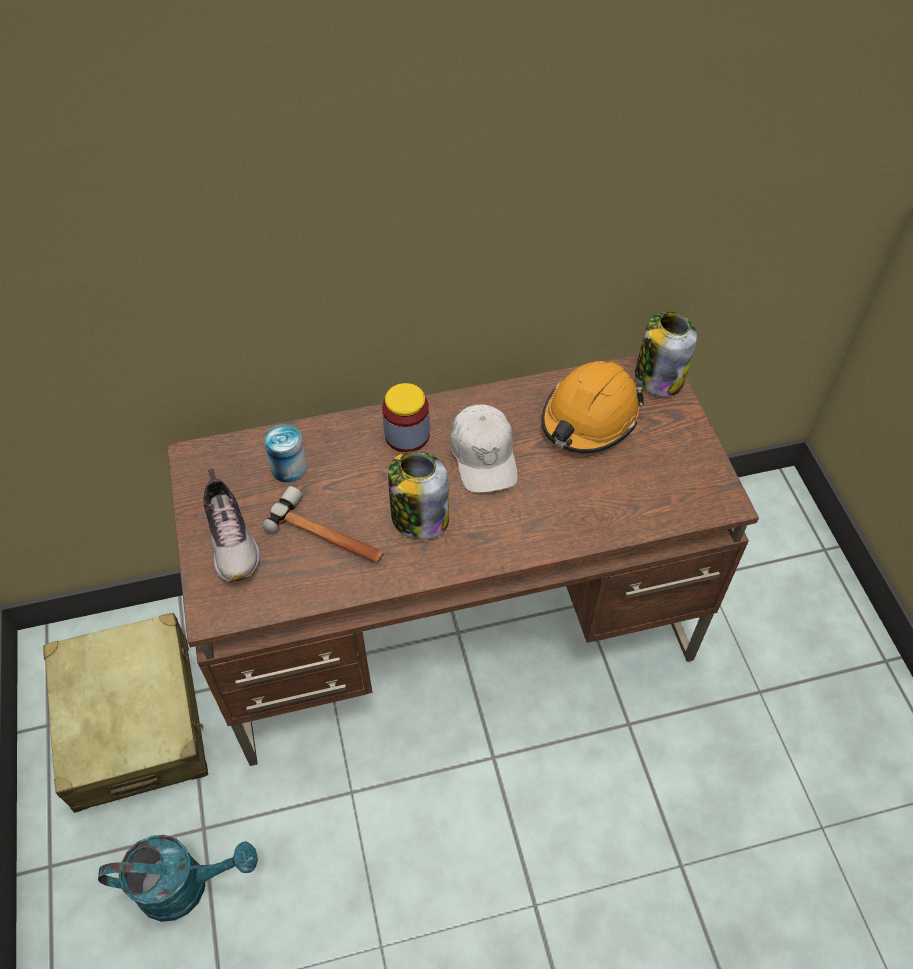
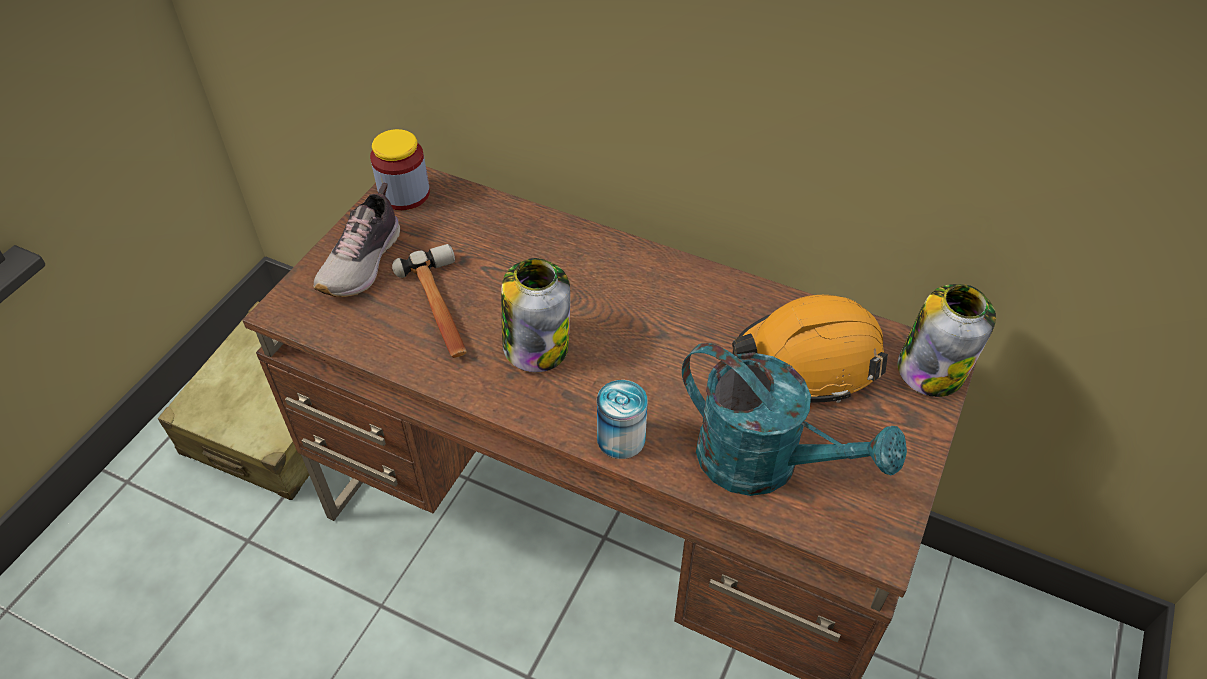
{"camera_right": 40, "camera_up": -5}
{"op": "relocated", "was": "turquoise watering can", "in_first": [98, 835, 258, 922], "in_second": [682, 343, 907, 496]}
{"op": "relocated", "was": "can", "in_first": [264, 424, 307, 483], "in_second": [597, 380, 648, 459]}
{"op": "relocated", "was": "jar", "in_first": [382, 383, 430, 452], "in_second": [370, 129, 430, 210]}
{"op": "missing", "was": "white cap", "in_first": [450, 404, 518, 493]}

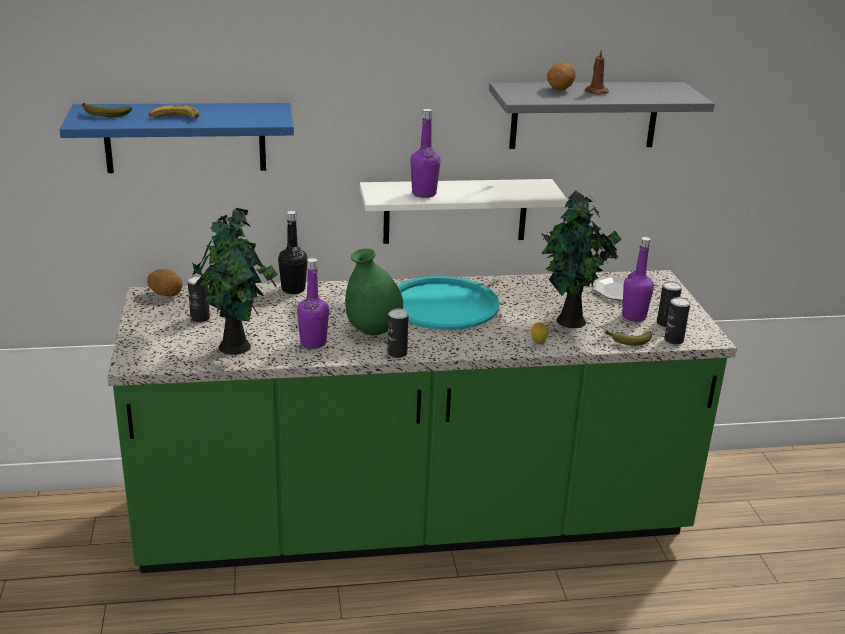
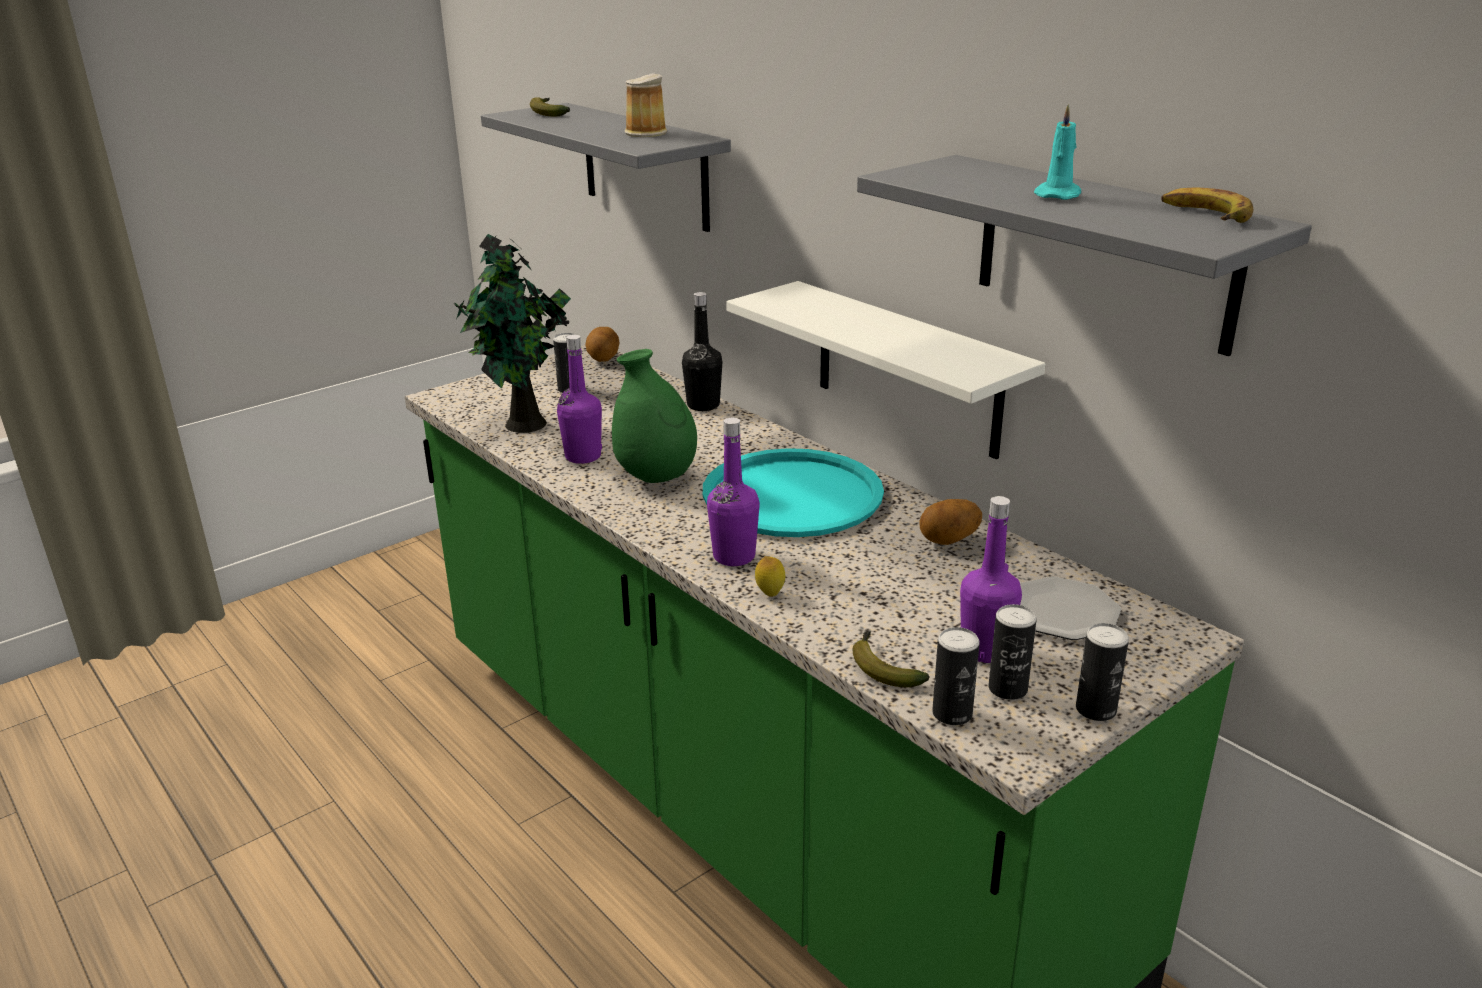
{"camera_right": 60, "camera_up": 0}
{"op": "colour", "was": "blue shelf", "now": "grey shelf", "in_first": [59, 103, 294, 173], "in_second": [481, 103, 731, 232]}
{"op": "relocated", "was": "banana", "in_first": [149, 105, 199, 119], "in_second": [1161, 188, 1253, 223]}
{"op": "relocated", "was": "can", "in_first": [387, 308, 409, 358], "in_second": [1076, 623, 1129, 721]}
{"op": "relocated", "was": "purple bottle", "in_first": [410, 109, 441, 198], "in_second": [707, 418, 760, 566]}
{"op": "missing", "was": "potted plant", "in_first": [541, 190, 622, 328]}
{"op": "relocated", "was": "potato", "in_first": [547, 62, 576, 91], "in_second": [919, 499, 982, 545]}
{"op": "colour", "was": "brown candle", "now": "turquoise candle", "in_first": [585, 48, 609, 95], "in_second": [1034, 104, 1081, 200]}
{"op": "appeared", "now": "mug", "in_second": [625, 73, 667, 137]}

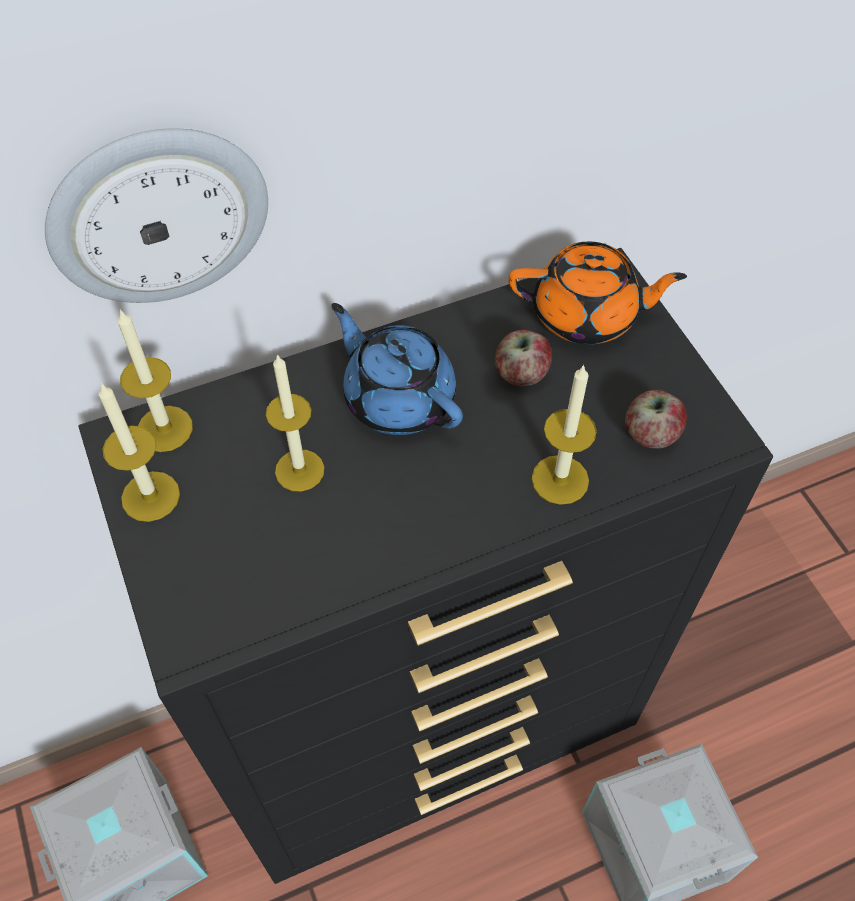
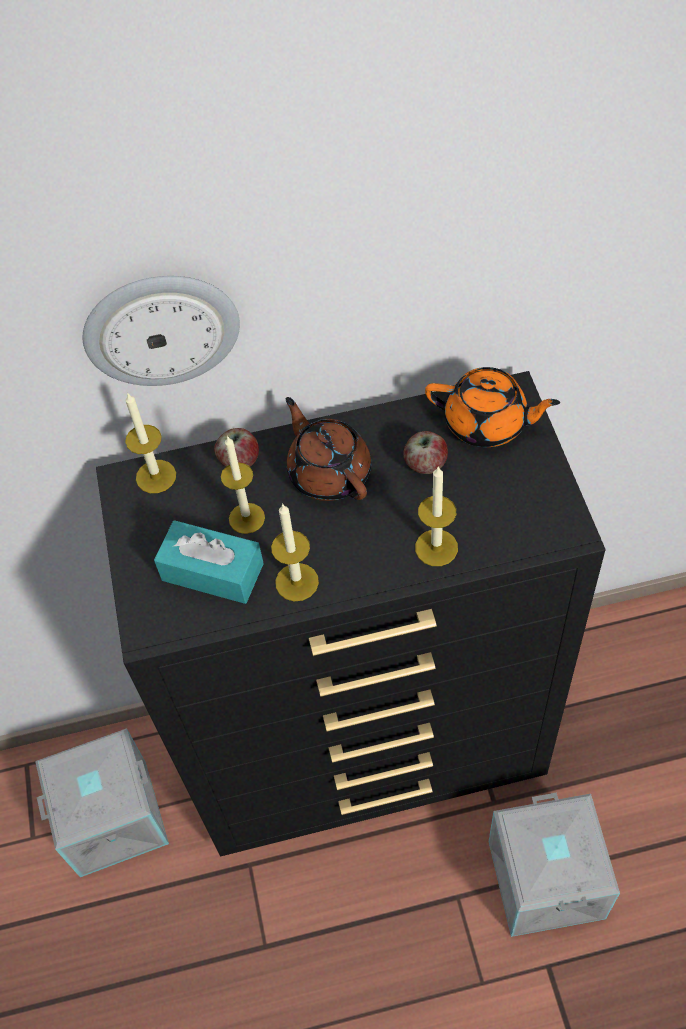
{"camera_right": 15, "camera_up": 0}
{"op": "relocated", "was": "candle", "in_first": [99, 382, 180, 522], "in_second": [271, 503, 319, 601]}
{"op": "colour", "was": "blue teapot", "now": "brown teapot", "in_first": [331, 303, 463, 435], "in_second": [286, 397, 371, 501]}
{"op": "relocated", "was": "apple", "in_first": [625, 390, 687, 449], "in_second": [214, 428, 259, 467]}
{"op": "appeared", "now": "turquoise tissue box", "in_second": [154, 520, 264, 604]}

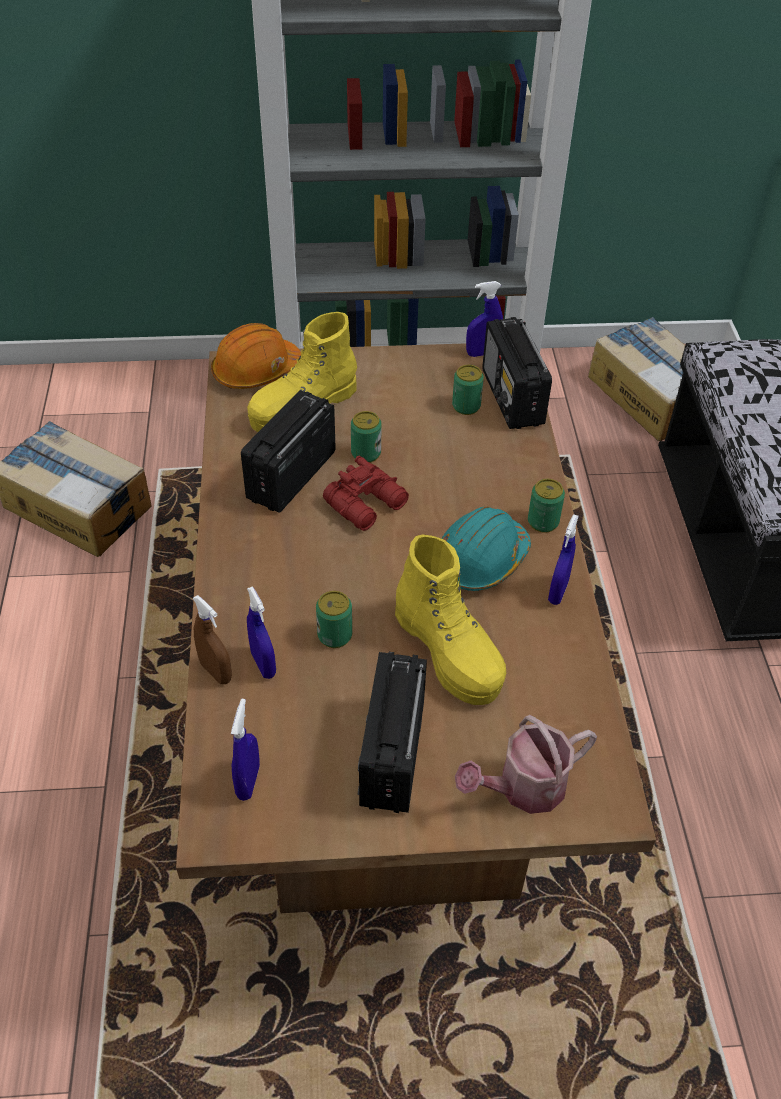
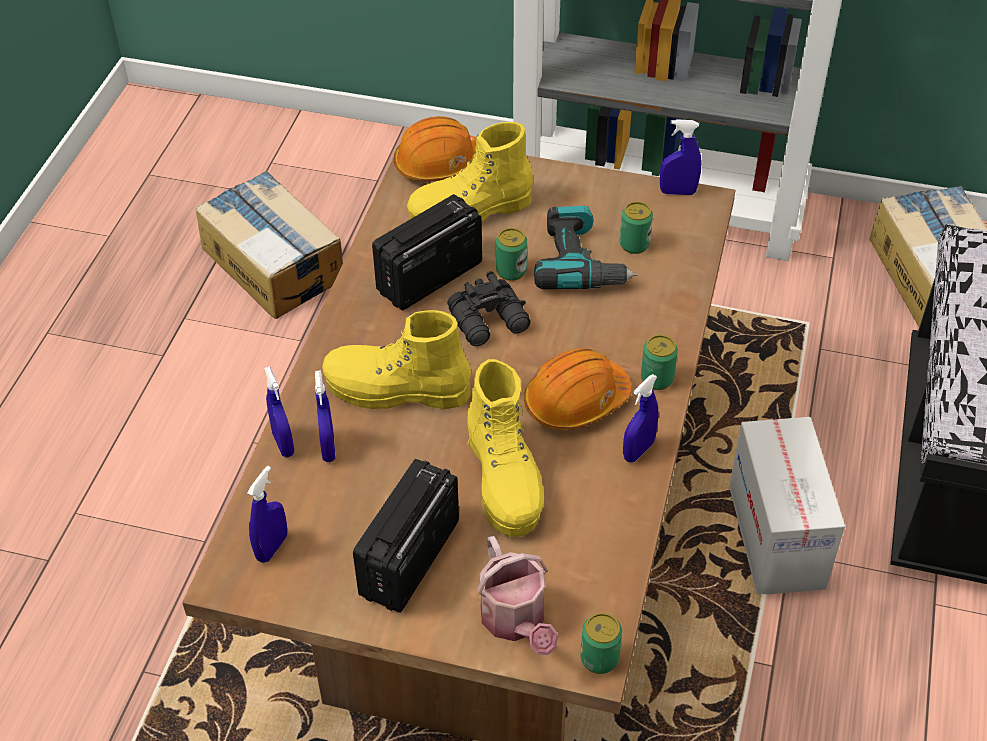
{"camera_right": 20, "camera_up": 0}
{"op": "colour", "was": "brown spray bottle", "now": "blue spray bottle", "in_first": [193, 595, 232, 684], "in_second": [264, 367, 294, 457]}
{"op": "relocated", "was": "can", "in_first": [316, 591, 352, 648], "in_second": [580, 613, 622, 674]}
{"op": "colour", "was": "red binoculars", "now": "black binoculars", "in_first": [323, 456, 409, 531], "in_second": [447, 271, 530, 346]}
{"op": "colour", "was": "turquoise hard hat", "now": "orange hard hat", "in_first": [441, 507, 531, 591], "in_second": [524, 348, 632, 430]}
{"op": "spun", "was": "watering can", "in_first": [455, 715, 597, 814], "in_second": [477, 536, 558, 655], "clockwise": -105}
{"op": "missing", "was": "radio", "in_first": [482, 317, 552, 429]}
{"op": "appeared", "now": "yellow boot", "in_second": [322, 310, 471, 409]}
{"op": "appeared", "now": "power drill", "in_second": [534, 206, 638, 289]}
{"op": "appeared", "now": "cardboard box", "in_second": [729, 417, 845, 595]}

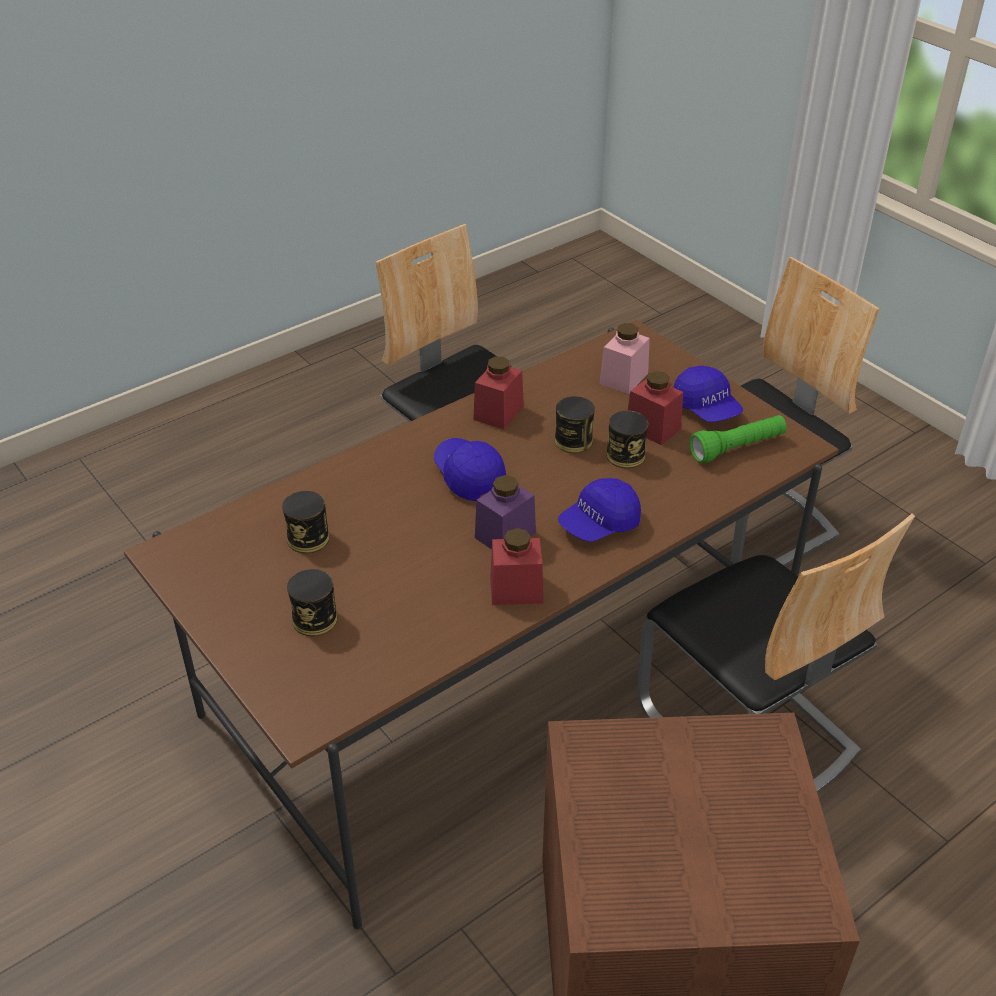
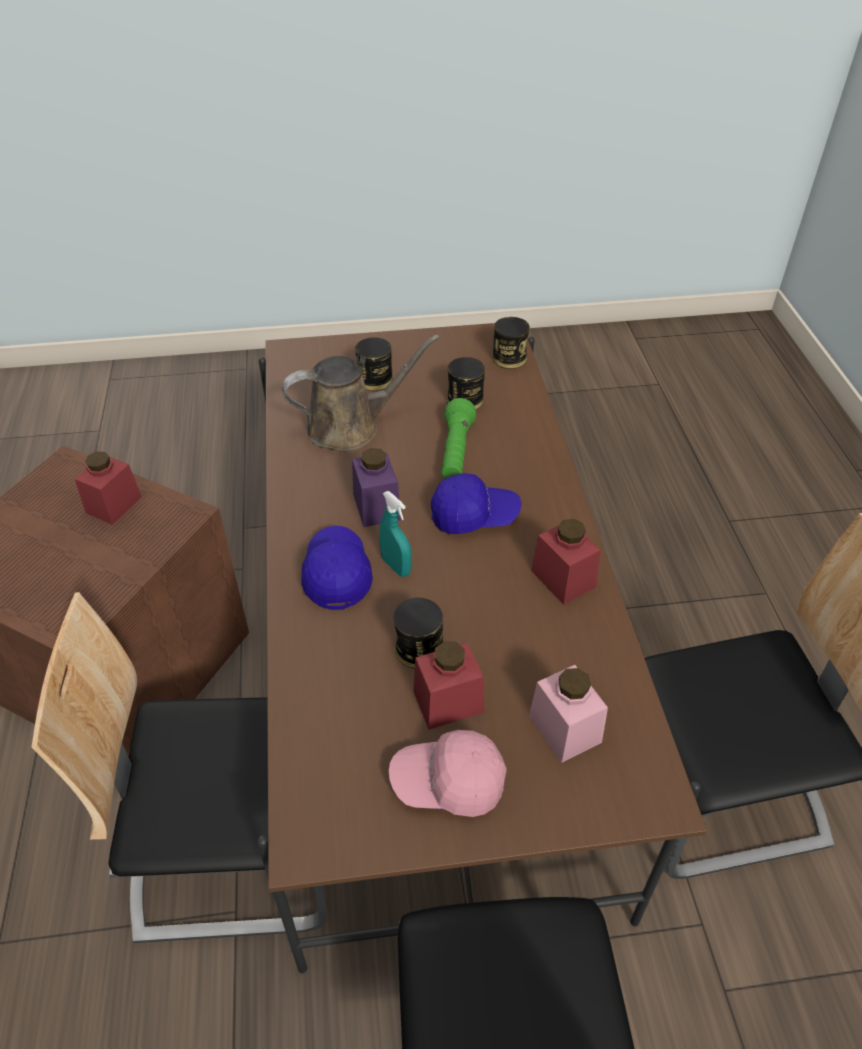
{"camera_right": 120, "camera_up": 5}
{"op": "relocated", "was": "red jar", "in_first": [490, 528, 543, 605], "in_second": [75, 452, 142, 525]}
{"op": "relocated", "was": "can", "in_first": [555, 396, 595, 453], "in_second": [493, 317, 530, 369]}
{"op": "colour", "was": "blue cap", "now": "pink cap", "in_first": [673, 365, 743, 422], "in_second": [389, 730, 507, 817]}
{"op": "relocated", "was": "green flashlight", "in_first": [690, 415, 787, 463], "in_second": [442, 398, 476, 478]}
{"op": "appeared", "now": "brown watering can", "in_second": [282, 335, 439, 451]}
{"op": "appeared", "now": "turquoise spray bottle", "in_second": [379, 491, 412, 577]}

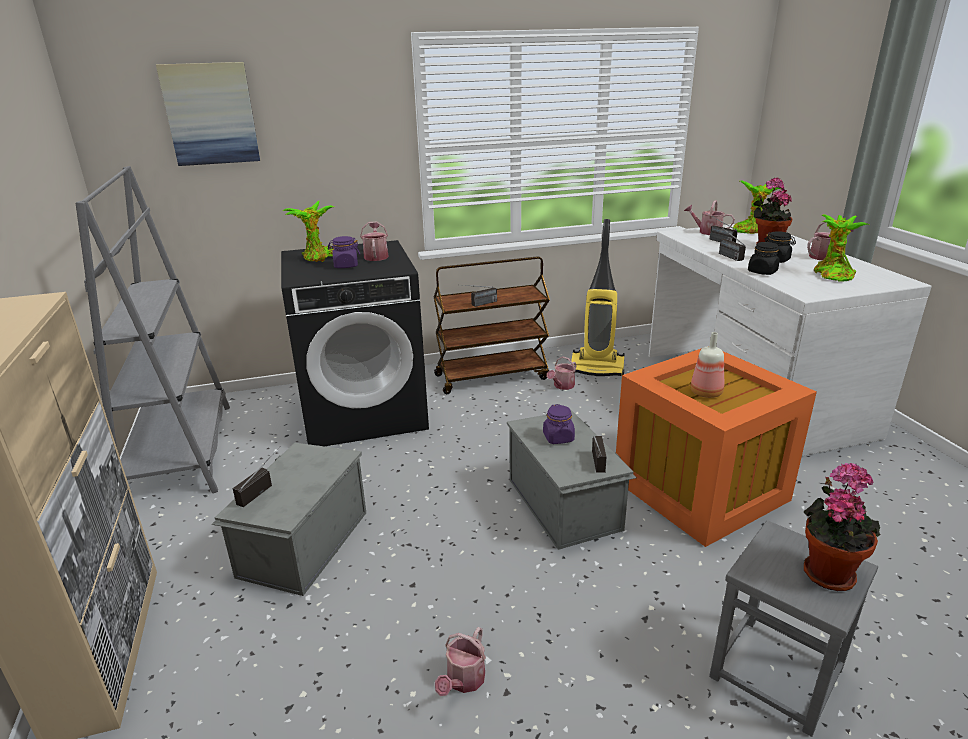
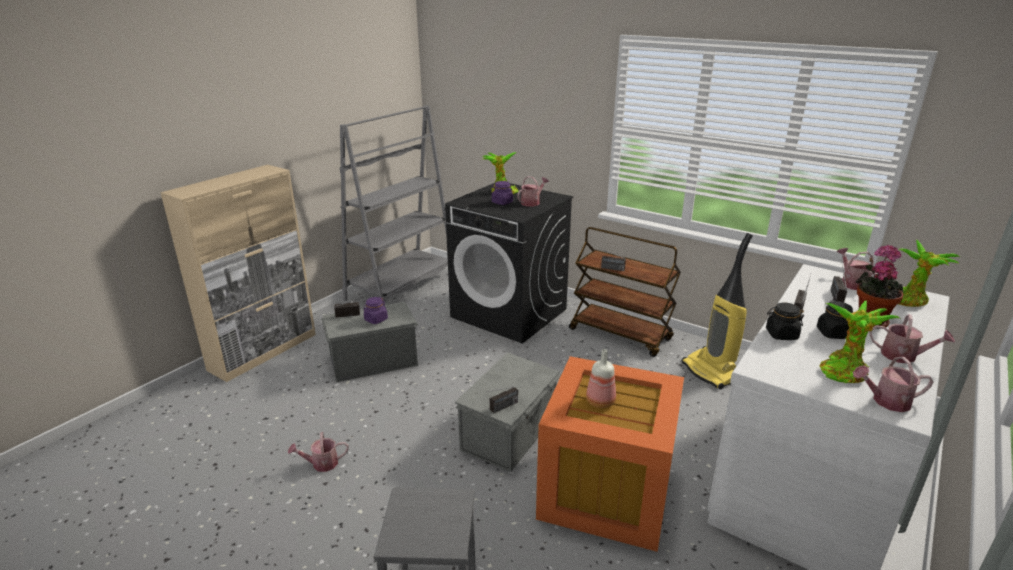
{"camera_right": 50, "camera_up": 0}
{"op": "missing", "was": "picture", "in_first": [156, 62, 260, 166]}
{"op": "relocated", "was": "purple jar", "in_first": [543, 404, 575, 444], "in_second": [363, 297, 388, 324]}
{"op": "relocated", "was": "watering can", "in_first": [547, 356, 577, 390], "in_second": [853, 357, 933, 412]}
{"op": "missing", "was": "potted plant", "in_first": [804, 463, 880, 591]}

